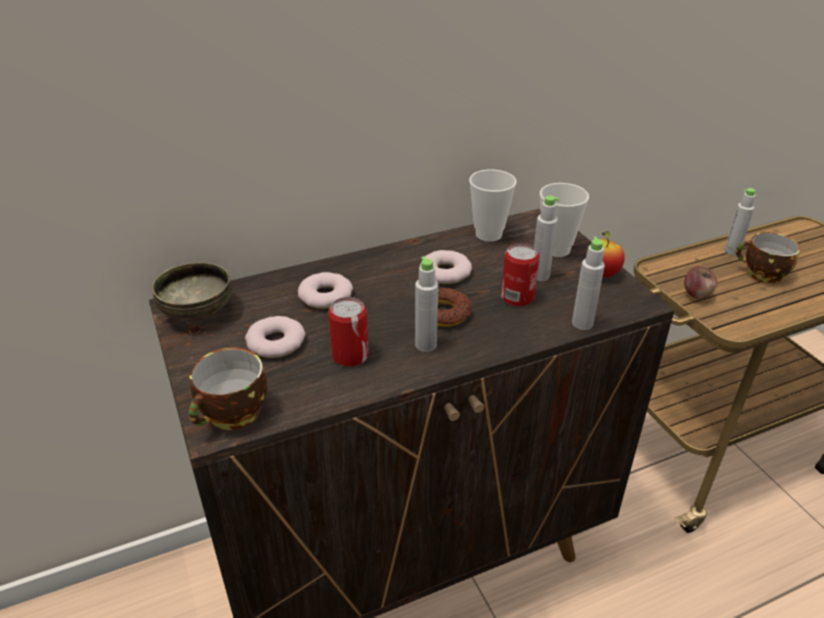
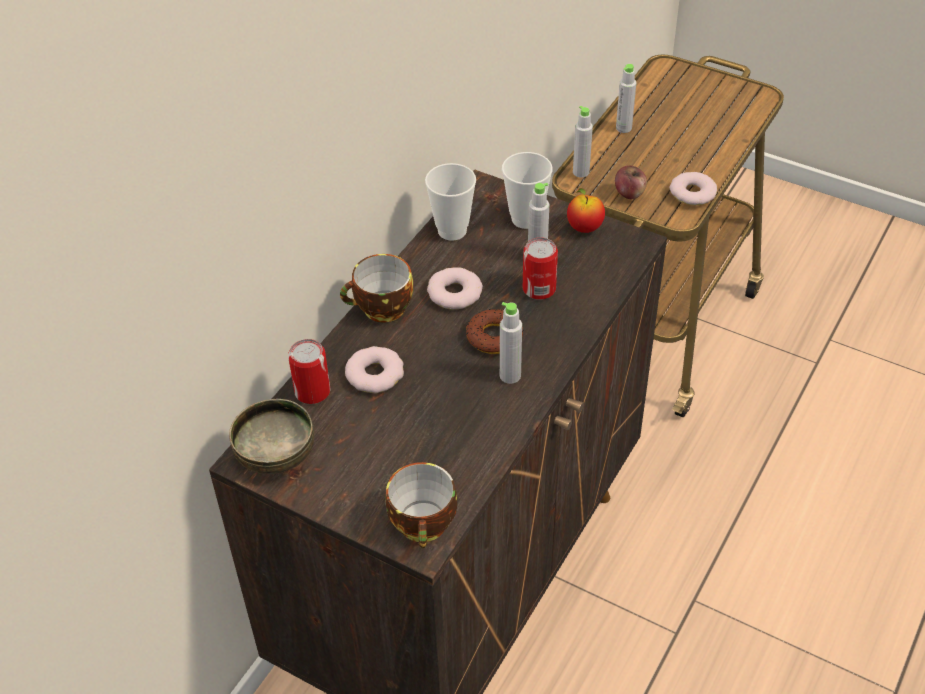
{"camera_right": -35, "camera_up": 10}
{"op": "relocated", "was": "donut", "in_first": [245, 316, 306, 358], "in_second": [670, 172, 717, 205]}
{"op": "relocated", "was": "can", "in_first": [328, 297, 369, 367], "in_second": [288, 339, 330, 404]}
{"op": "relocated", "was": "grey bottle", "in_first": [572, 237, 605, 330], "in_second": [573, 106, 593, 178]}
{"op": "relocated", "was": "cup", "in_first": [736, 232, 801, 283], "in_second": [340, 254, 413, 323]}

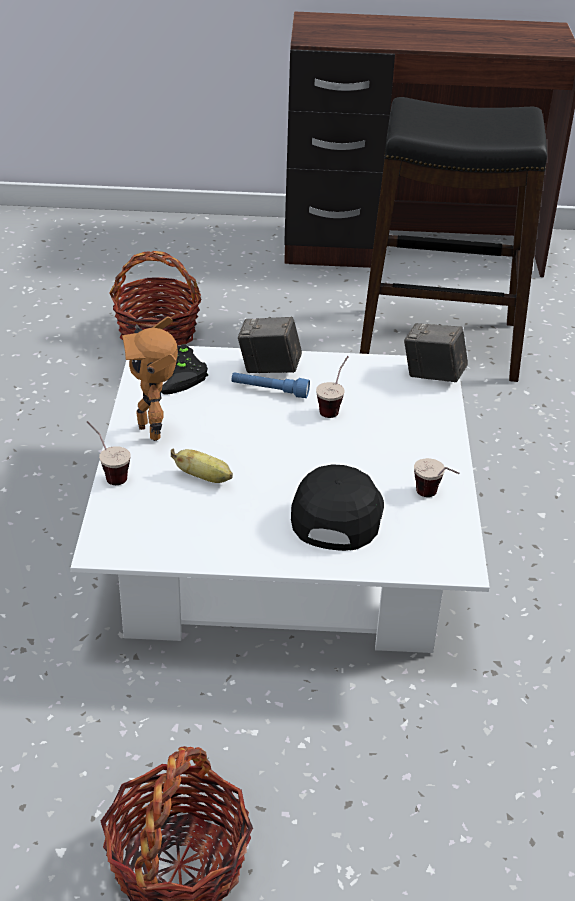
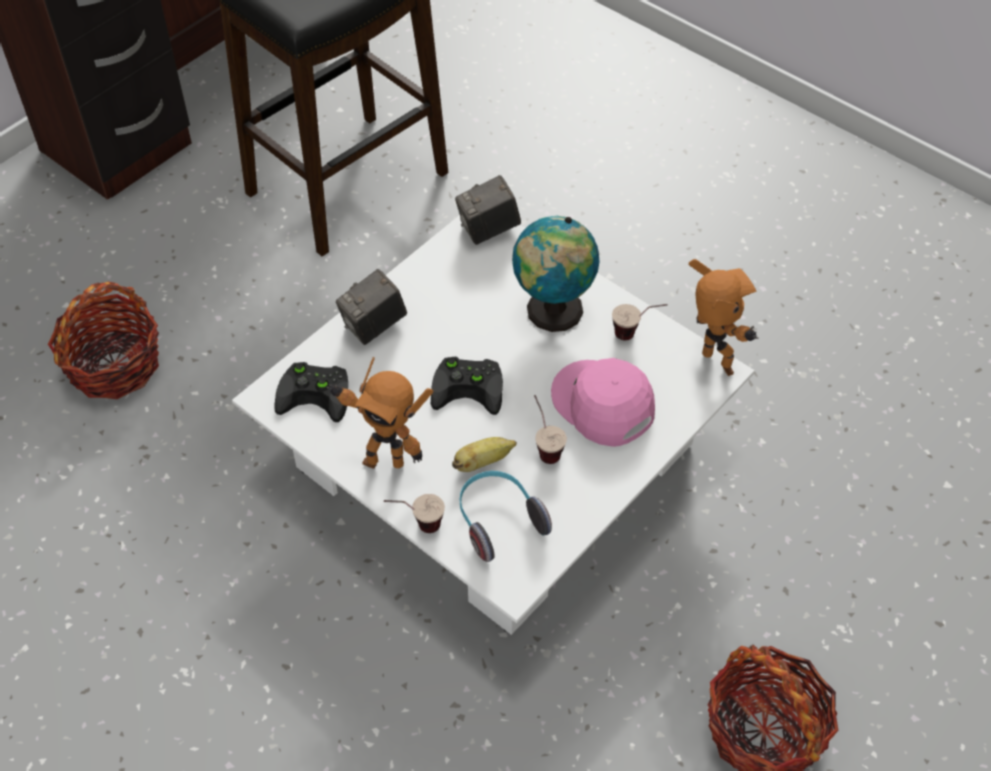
{"camera_right": -50, "camera_up": 15}
{"op": "missing", "was": "blue flashlight", "in_first": [232, 372, 310, 398]}
{"op": "colour", "was": "black cap", "now": "pink cap", "in_first": [291, 464, 384, 551], "in_second": [551, 358, 655, 447]}
{"op": "relocated", "was": "cup", "in_first": [316, 356, 349, 418], "in_second": [534, 395, 567, 464]}
{"op": "appeared", "now": "black game controller", "in_second": [431, 356, 503, 415]}
{"op": "appeared", "now": "headphones", "in_second": [460, 471, 552, 562]}
{"op": "appeared", "now": "globe", "in_second": [512, 216, 600, 332]}
{"op": "appeared", "now": "toy robot", "in_second": [689, 259, 759, 376]}

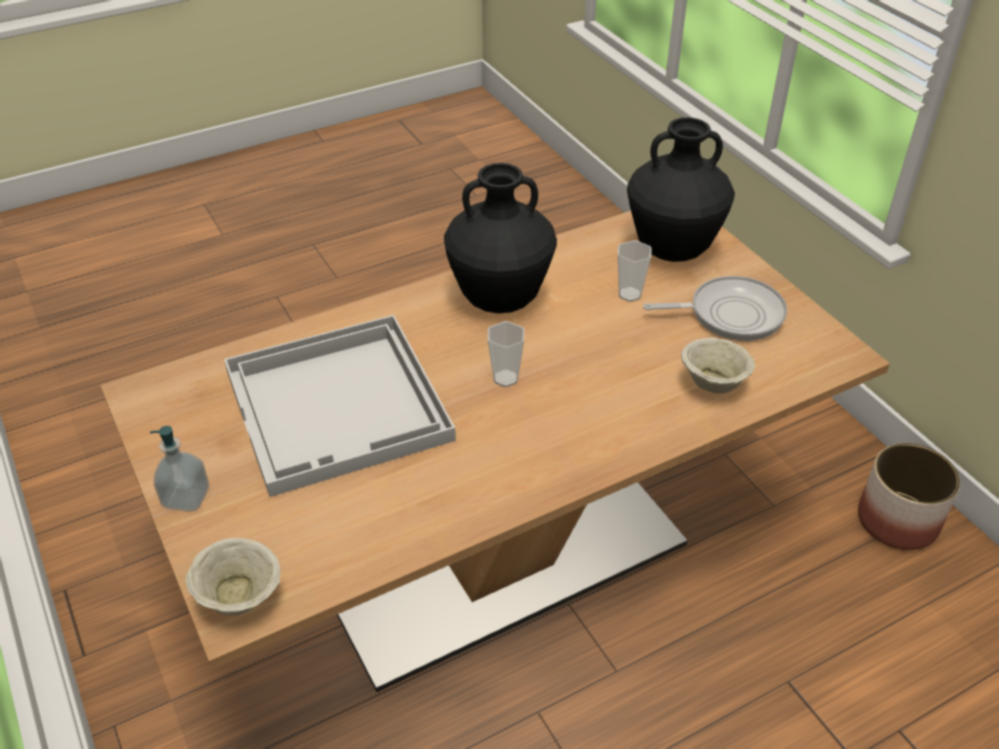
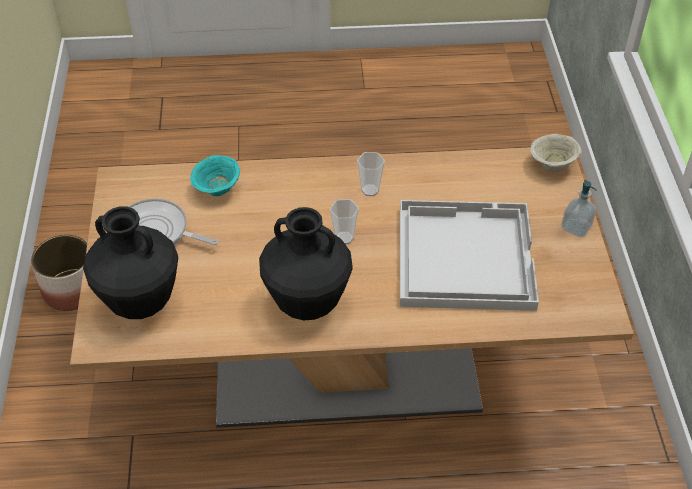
{"camera_right": -155, "camera_up": 5}
{"op": "relocated", "was": "cup", "in_first": [618, 240, 652, 302], "in_second": [357, 152, 385, 196]}
{"op": "colour", "was": "beige bowl", "now": "turquoise bowl", "in_first": [681, 338, 755, 393], "in_second": [190, 155, 240, 196]}

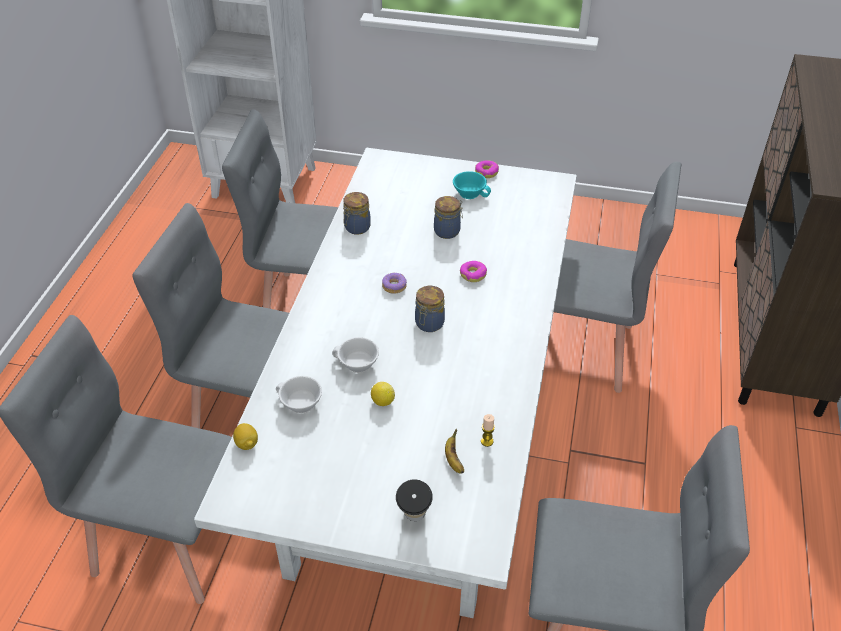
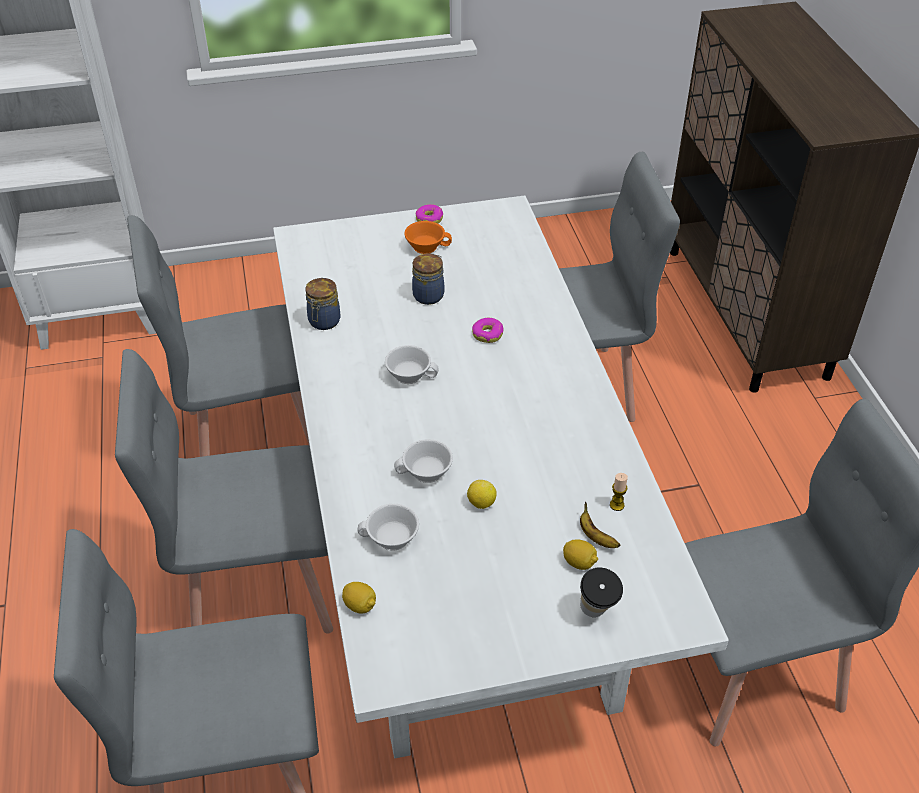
{"camera_right": -25, "camera_up": 0}
{"op": "exchanged", "was": "donut", "now": "white cup", "in_first": [382, 273, 407, 294], "in_second": [385, 345, 439, 384]}
{"op": "missing", "was": "jar", "in_first": [415, 286, 445, 332]}
{"op": "colour", "was": "turquoise cup", "now": "orange cup", "in_first": [453, 171, 491, 199], "in_second": [404, 221, 452, 254]}
{"op": "appeared", "now": "lemon", "in_second": [563, 539, 598, 570]}

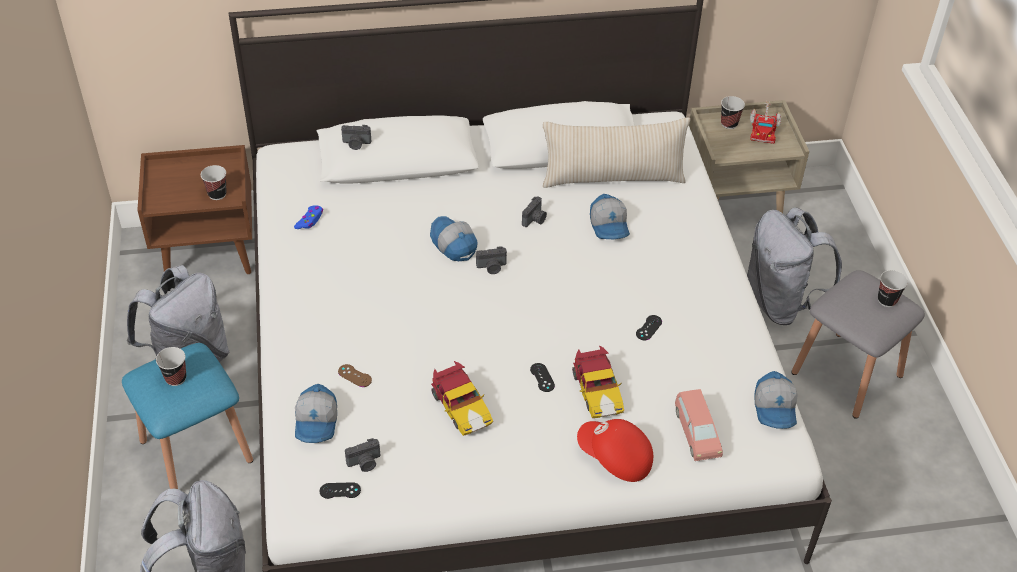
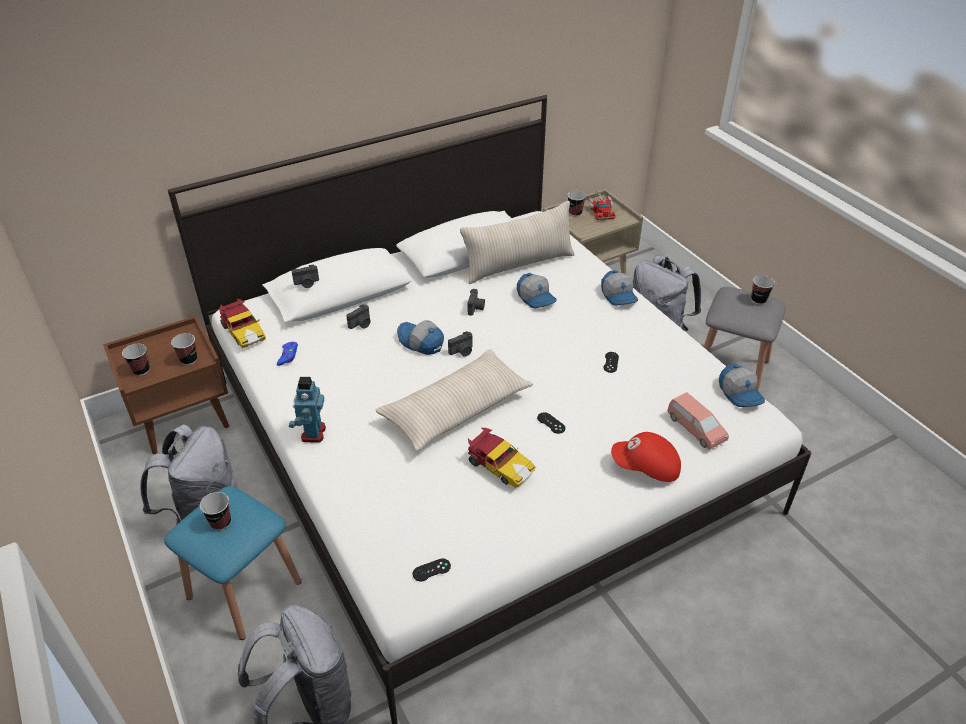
{"camera_right": -20, "camera_up": -5}
{"op": "relocated", "was": "cap", "in_first": [295, 384, 337, 443], "in_second": [601, 270, 638, 306]}
{"op": "missing", "was": "brown game controller", "in_first": [338, 364, 372, 387]}
{"op": "relocated", "was": "photo camera", "in_first": [345, 438, 380, 472], "in_second": [346, 304, 371, 329]}
{"op": "relocated", "was": "toy car", "in_first": [572, 345, 624, 418], "in_second": [219, 298, 266, 348]}
{"op": "appeared", "now": "cup", "in_second": [122, 344, 150, 376]}
{"op": "appeared", "now": "toy robot", "in_second": [289, 377, 326, 443]}
{"op": "appeared", "now": "beige pillow", "in_second": [376, 349, 533, 451]}

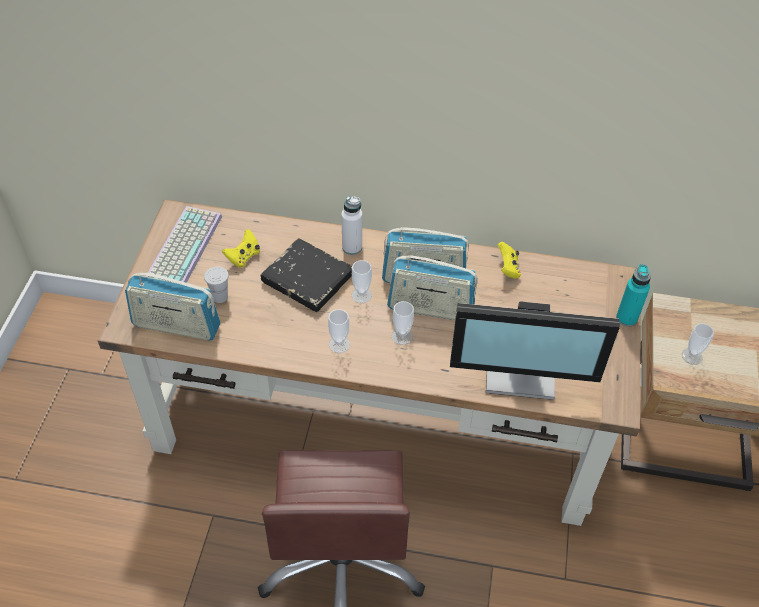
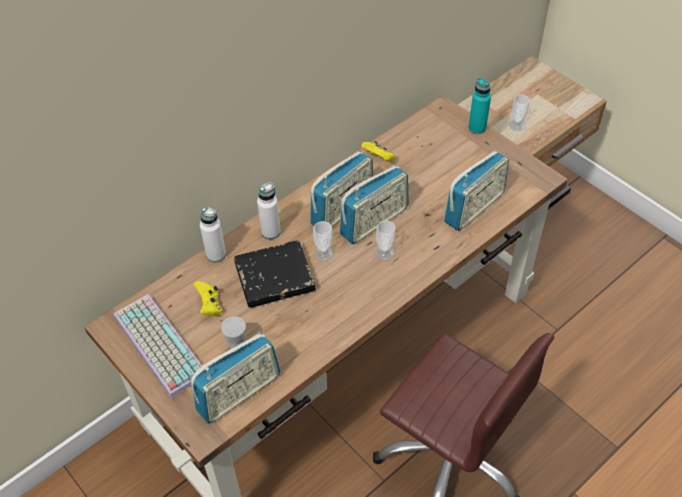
{"camera_right": -50, "camera_up": 0}
{"op": "missing", "was": "cup", "in_first": [328, 309, 350, 353]}
{"op": "exchanged", "was": "monitor", "now": "radio", "in_first": [450, 301, 620, 400], "in_second": [444, 150, 509, 231]}
{"op": "appeared", "now": "white bottle", "in_second": [200, 208, 226, 263]}

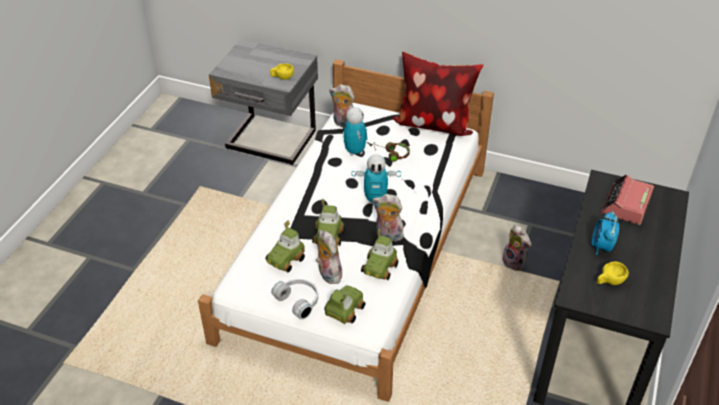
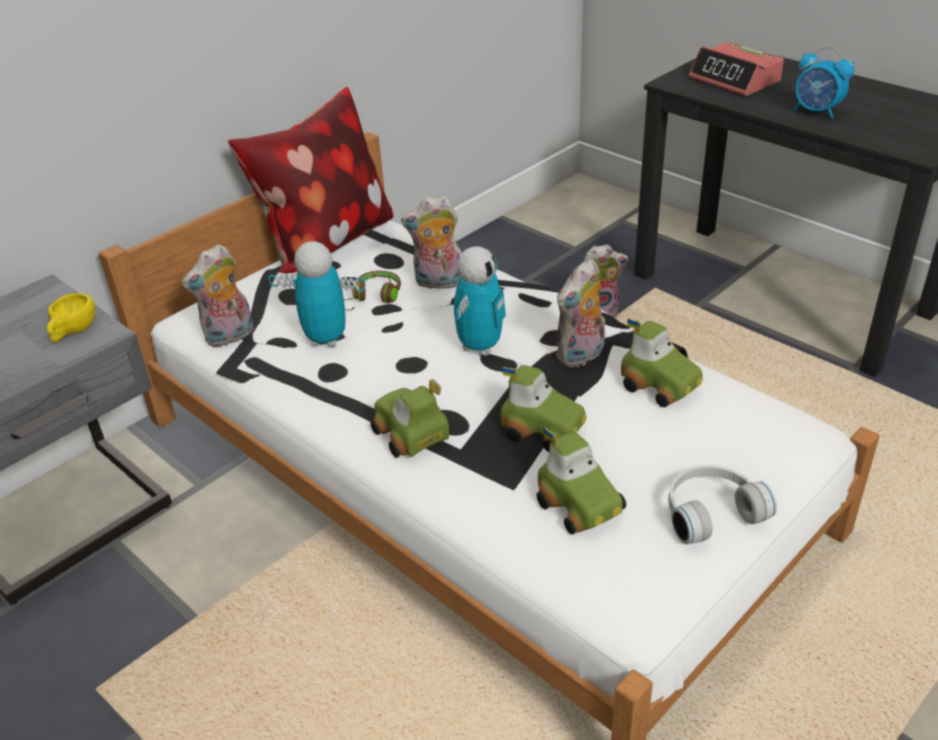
{"camera_right": -65, "camera_up": -5}
{"op": "relocated", "was": "plush toy", "in_first": [316, 230, 342, 284], "in_second": [401, 195, 462, 289]}
{"op": "relocated", "was": "toy car", "in_first": [324, 285, 366, 324], "in_second": [371, 379, 451, 458]}
{"op": "missing", "was": "yellow cup", "in_first": [597, 262, 629, 285]}

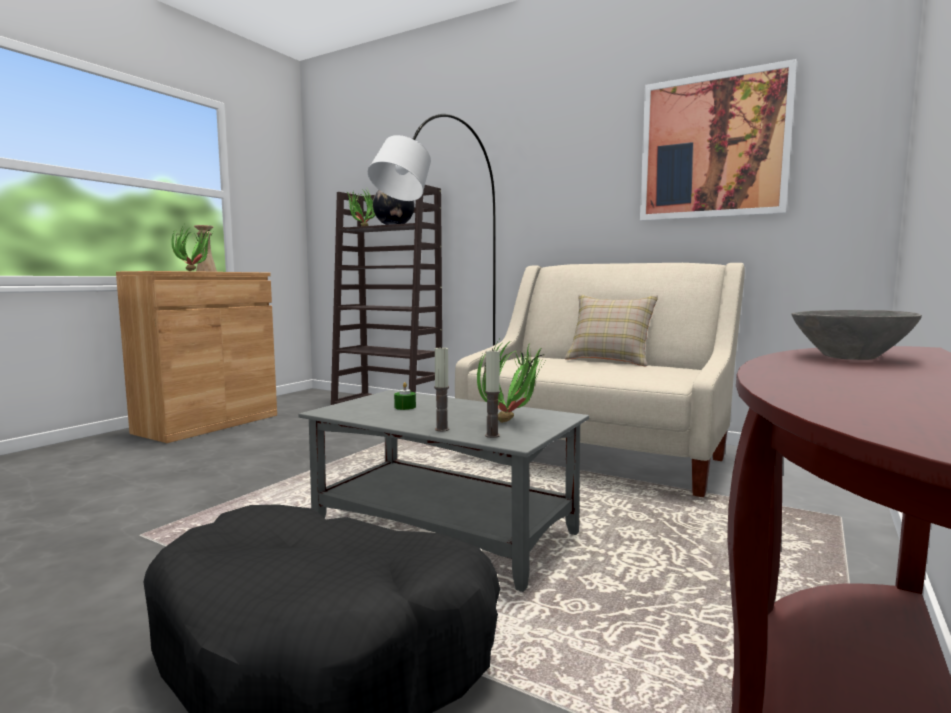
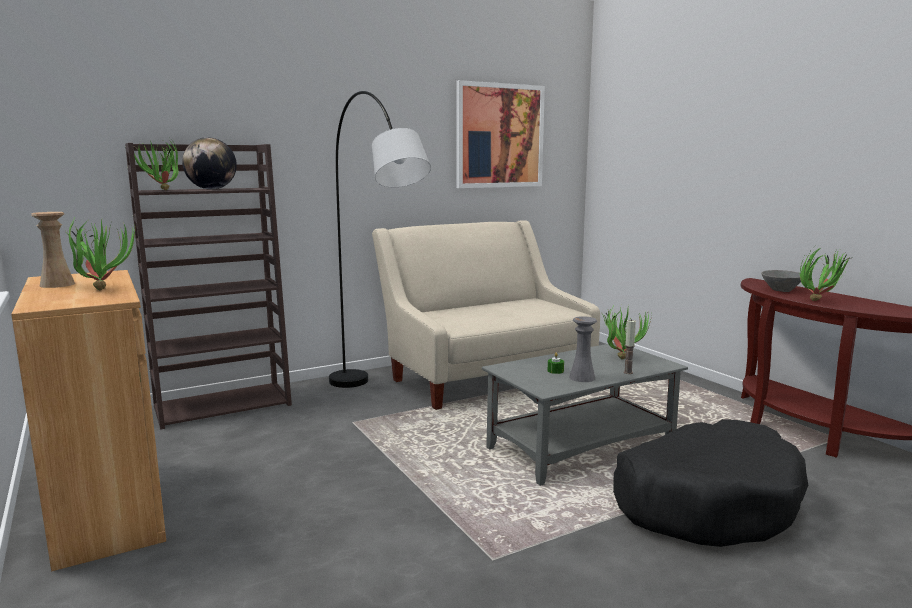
{"camera_right": -60, "camera_up": 5}
{"op": "missing", "was": "candle", "in_first": [485, 348, 500, 438]}
{"op": "missing", "was": "beige pillow", "in_first": [565, 294, 658, 366]}
{"op": "appeared", "now": "grey vase", "in_second": [569, 316, 597, 382]}
{"op": "appeared", "now": "potted plant", "in_second": [800, 247, 855, 301]}

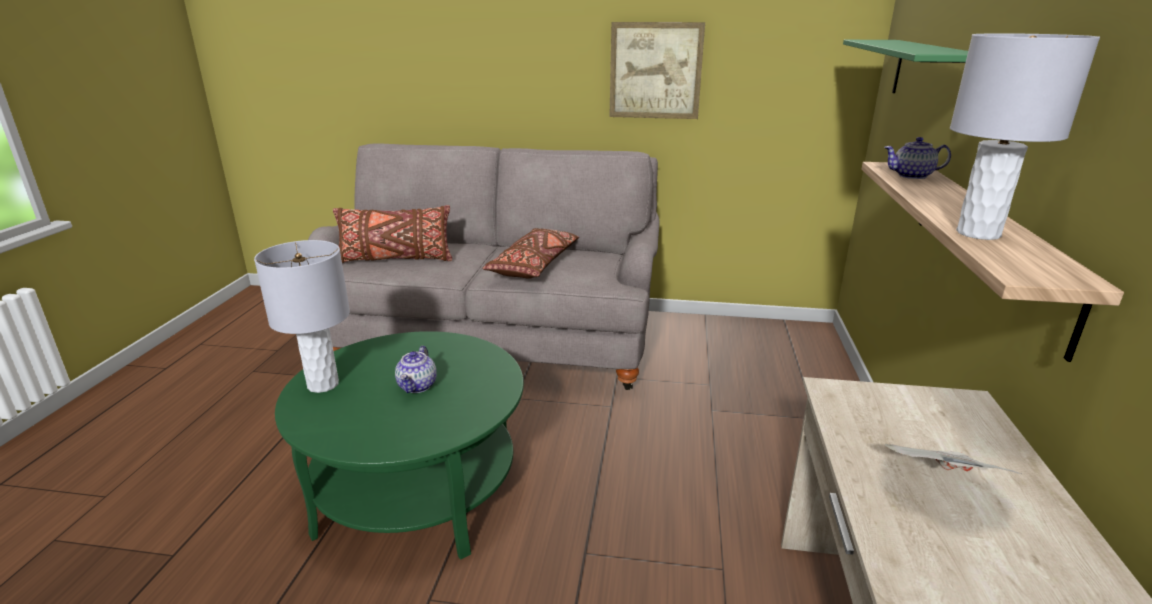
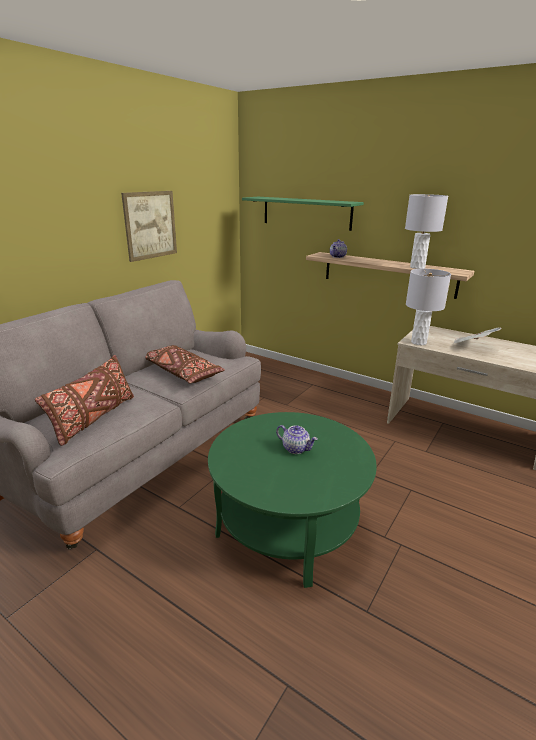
{"camera_right": -65, "camera_up": 0}
{"op": "relocated", "was": "grey table lamp", "in_first": [254, 240, 350, 393], "in_second": [406, 269, 451, 345]}

